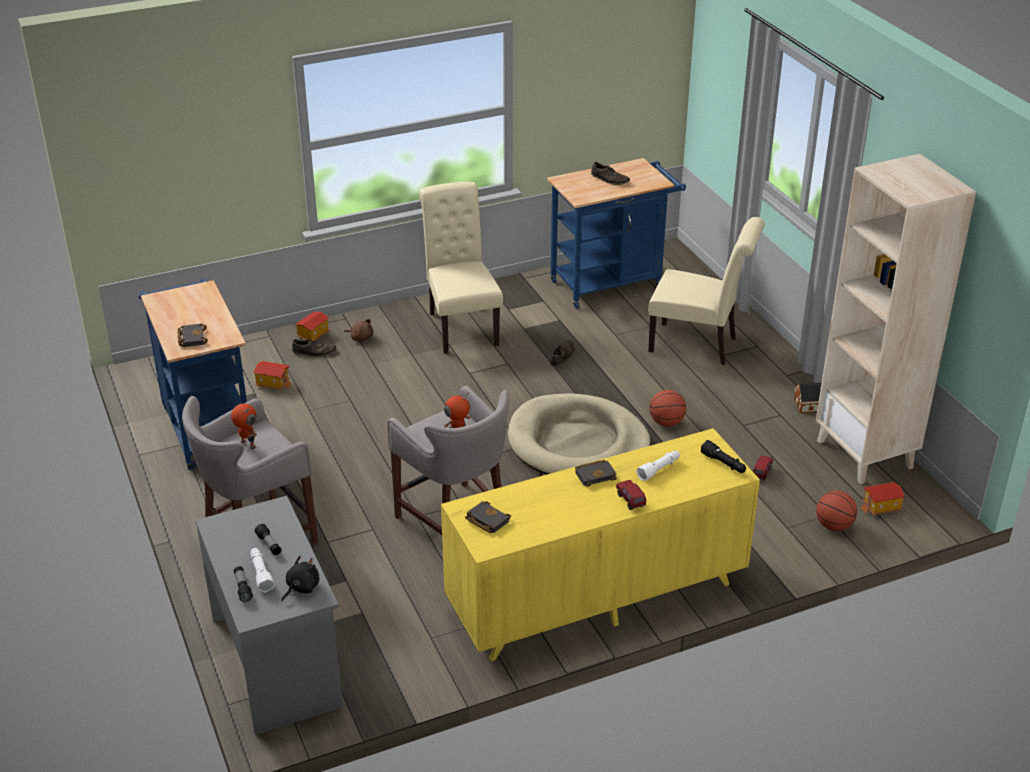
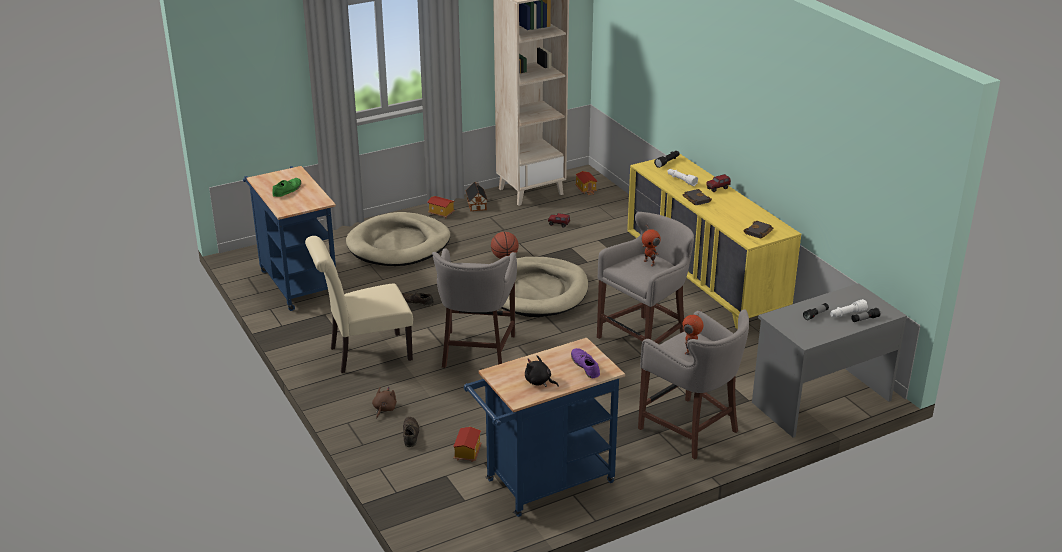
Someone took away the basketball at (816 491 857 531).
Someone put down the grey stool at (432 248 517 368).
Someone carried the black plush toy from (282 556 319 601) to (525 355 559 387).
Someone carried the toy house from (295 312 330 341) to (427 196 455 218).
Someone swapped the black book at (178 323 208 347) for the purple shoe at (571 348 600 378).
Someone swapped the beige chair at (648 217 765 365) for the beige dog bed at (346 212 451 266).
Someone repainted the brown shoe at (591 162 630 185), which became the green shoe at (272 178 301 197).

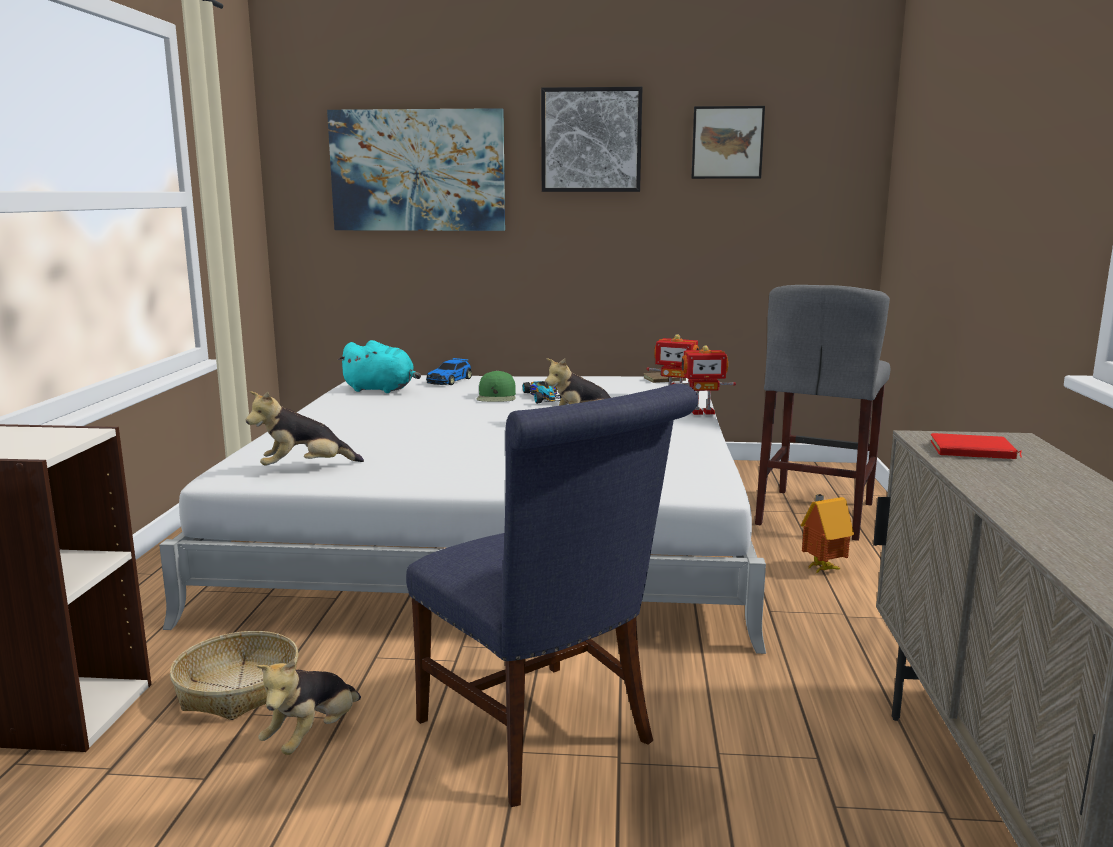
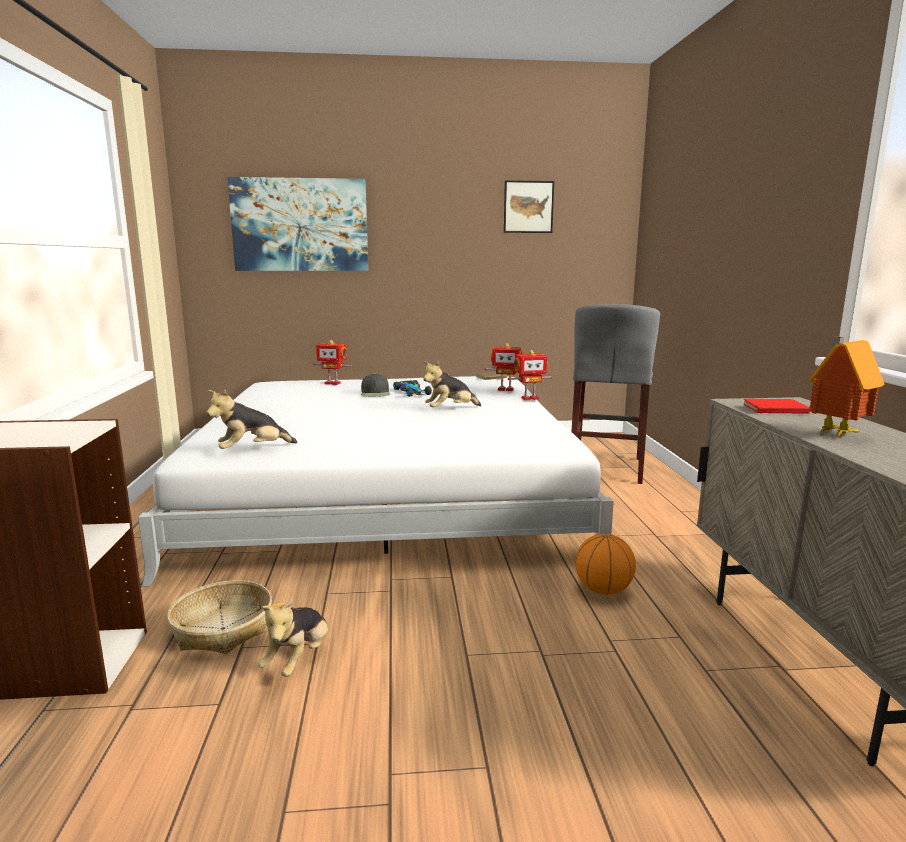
Someone took away the turquoise plush toy at (338 340 421 393).
Someone took away the blue chair at (406 384 698 807).
Someone took away the picture at (541 87 642 192).
Someone put down the basketball at (575 534 636 595).
Someone carried the toy house from (800 494 854 573) to (809 337 884 438).
Someone swapped the toy car at (426 358 472 385) for the toy robot at (313 340 352 385).
Someone repainted the green cap at (477 370 516 402), which became the black cap at (361 373 390 397).

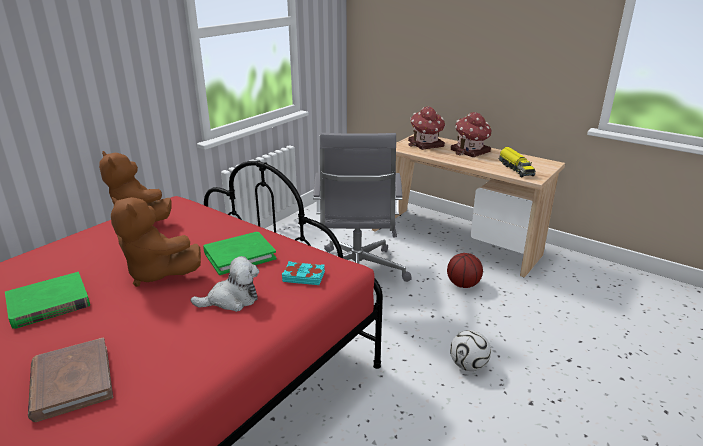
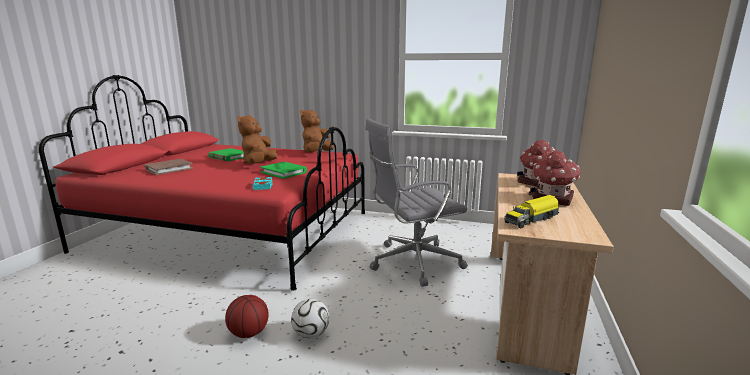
Someone took away the plush toy at (191 256 259 312).
Someone carried the basketball from (447 253 483 288) to (225 295 269 338).

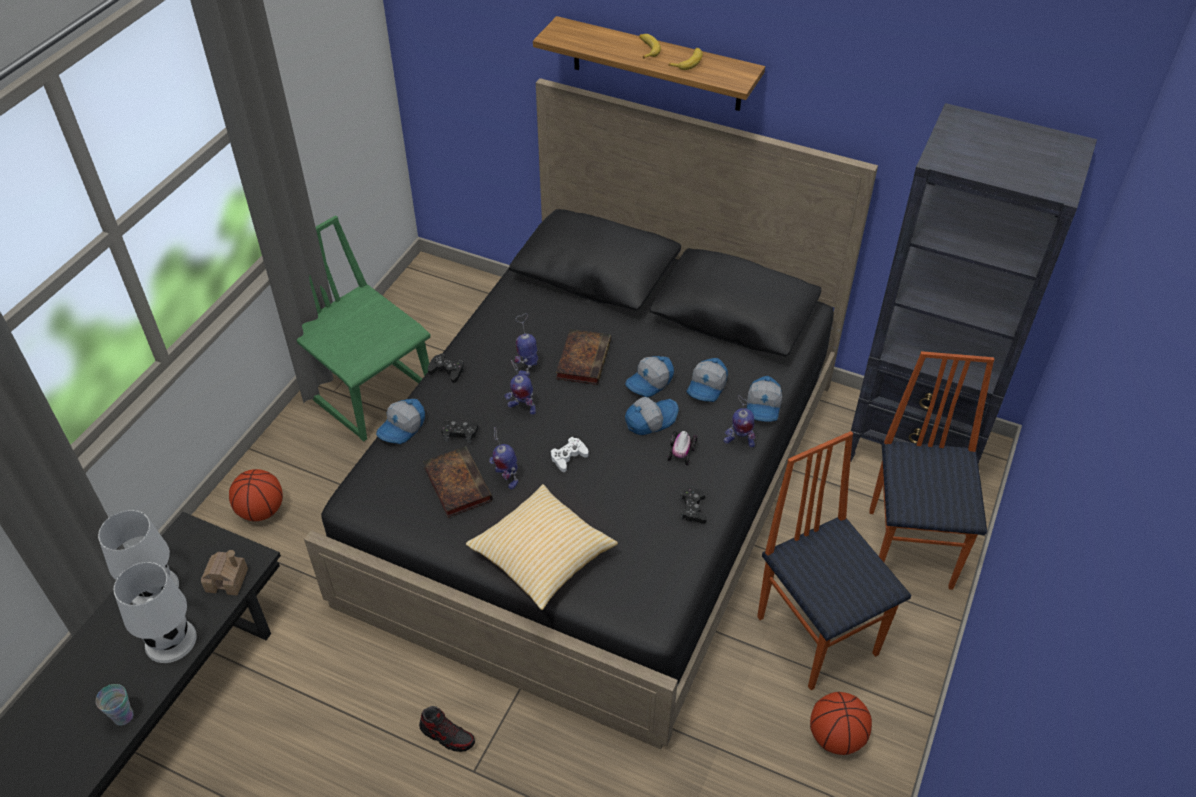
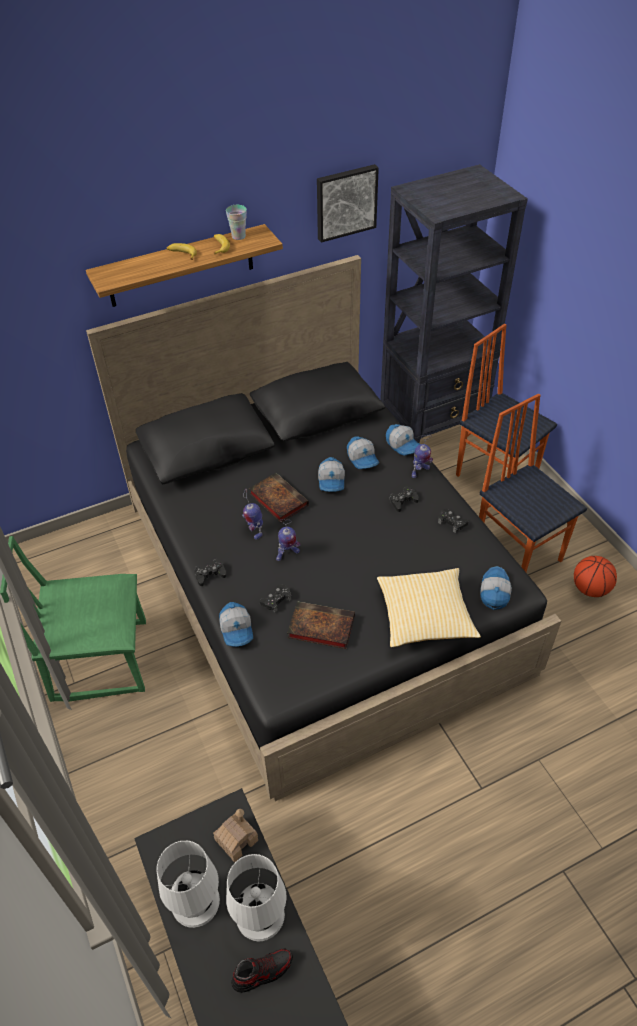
Someone took away the basketball at (229 469 283 521).
Someone took away the toy robot at (489 427 518 490).
Someone took away the white game controller at (551 437 589 472).
Someone put up the picture at (317 164 379 243).
Someone carried the cup from (96 684 134 726) to (226 205 247 240).
Someone carried the shoe from (419 706 475 752) to (231 948 293 993).
Someone carried the cap from (625 397 679 435) to (480 566 512 610).
Someone swapped the toy car at (667 431 697 465) for the black game controller at (390 486 419 512).
Someone rotated the chair at (757 431 911 690) by 45 degrees clockwise.

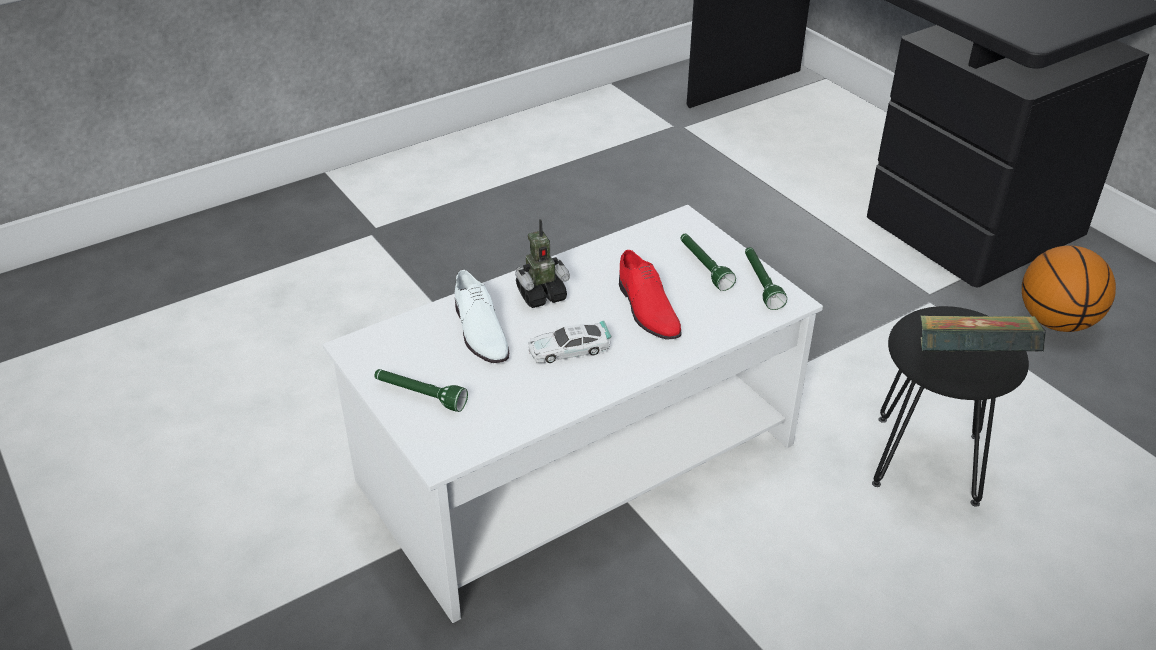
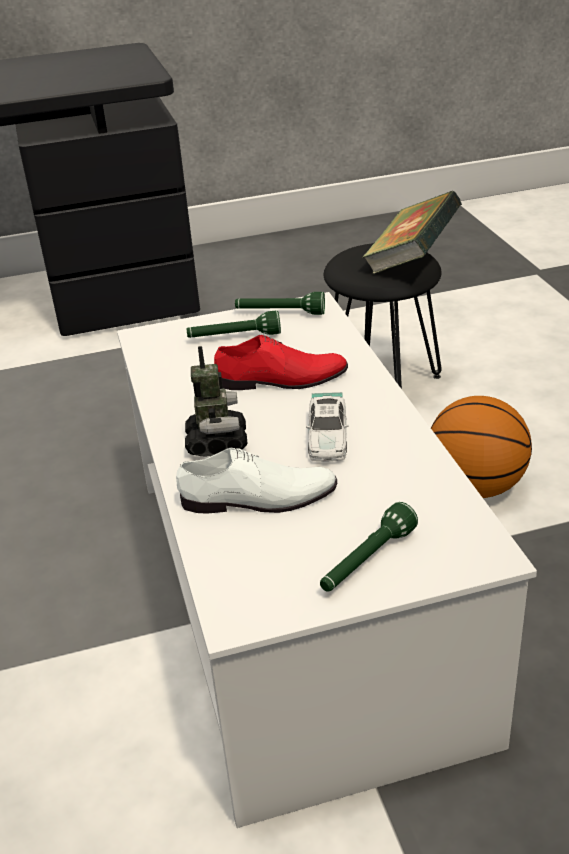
Someone carried the basketball from (1022 245 1116 332) to (431 396 532 498).

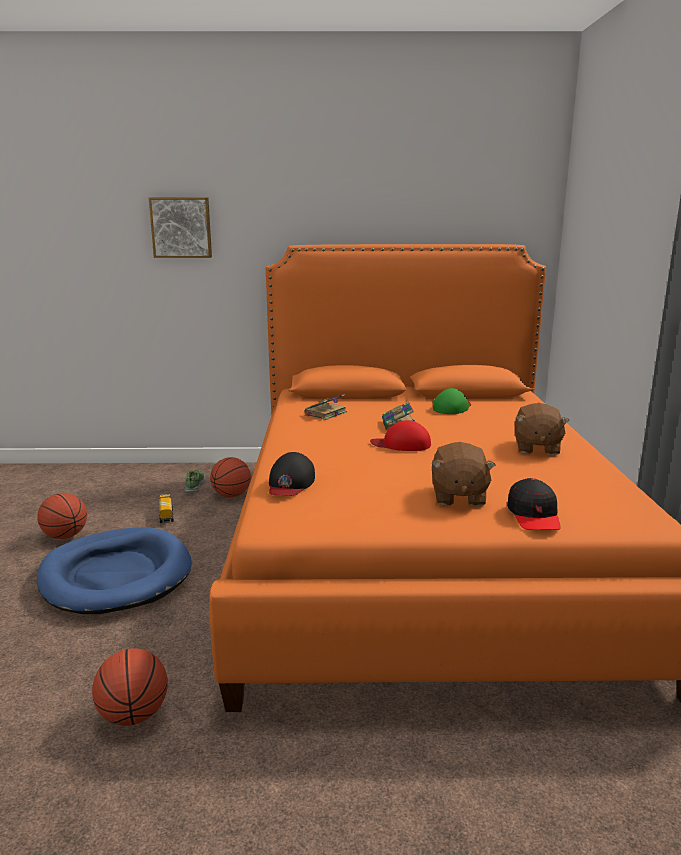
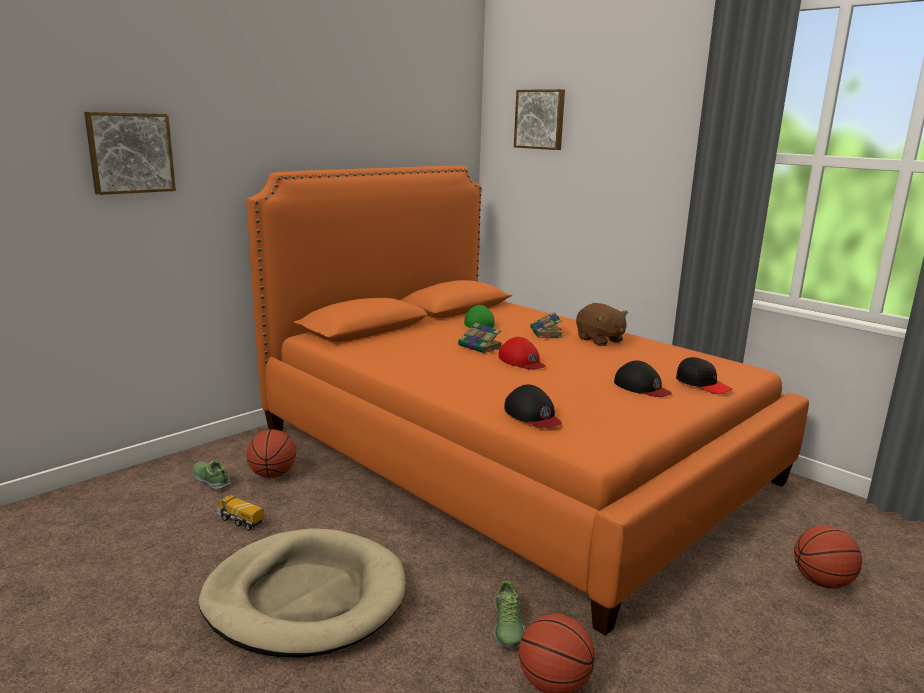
Someone put down the shoe at (494 577 525 648).
Someone put up the picture at (514 89 565 150).
Someone carried the basketball from (37 493 87 539) to (794 525 862 589).
Someone carried the book from (304 394 347 420) to (530 312 563 338).
Someone swapped the brown plush toy at (431 442 496 507) for the black cap at (614 361 672 397).
Someone repainted the blue dog bed at (37 527 192 614), which became the beige dog bed at (198 528 405 657).
Someone rotated the red cap at (370 420 431 451) by 90 degrees counterclockwise.

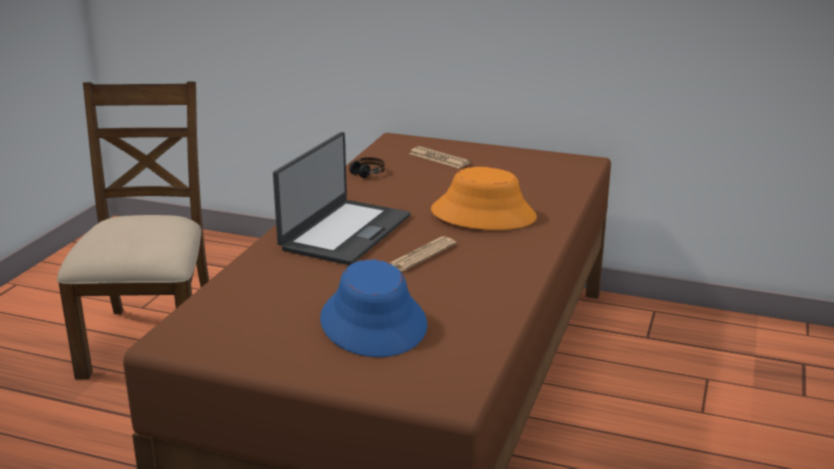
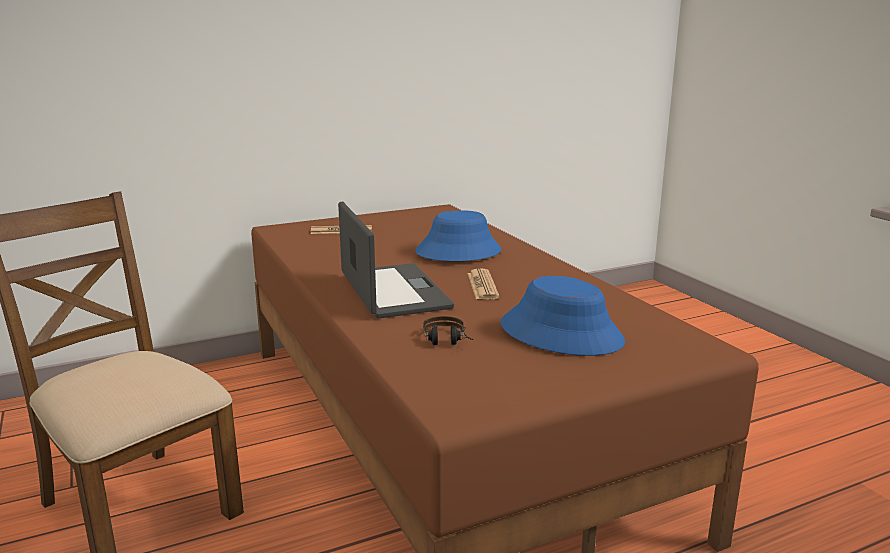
Someone carried the headphones from (349 157 385 178) to (423 316 473 345).
Someone repainted the orange hat at (431 167 537 230), which became the blue hat at (415 210 501 261).

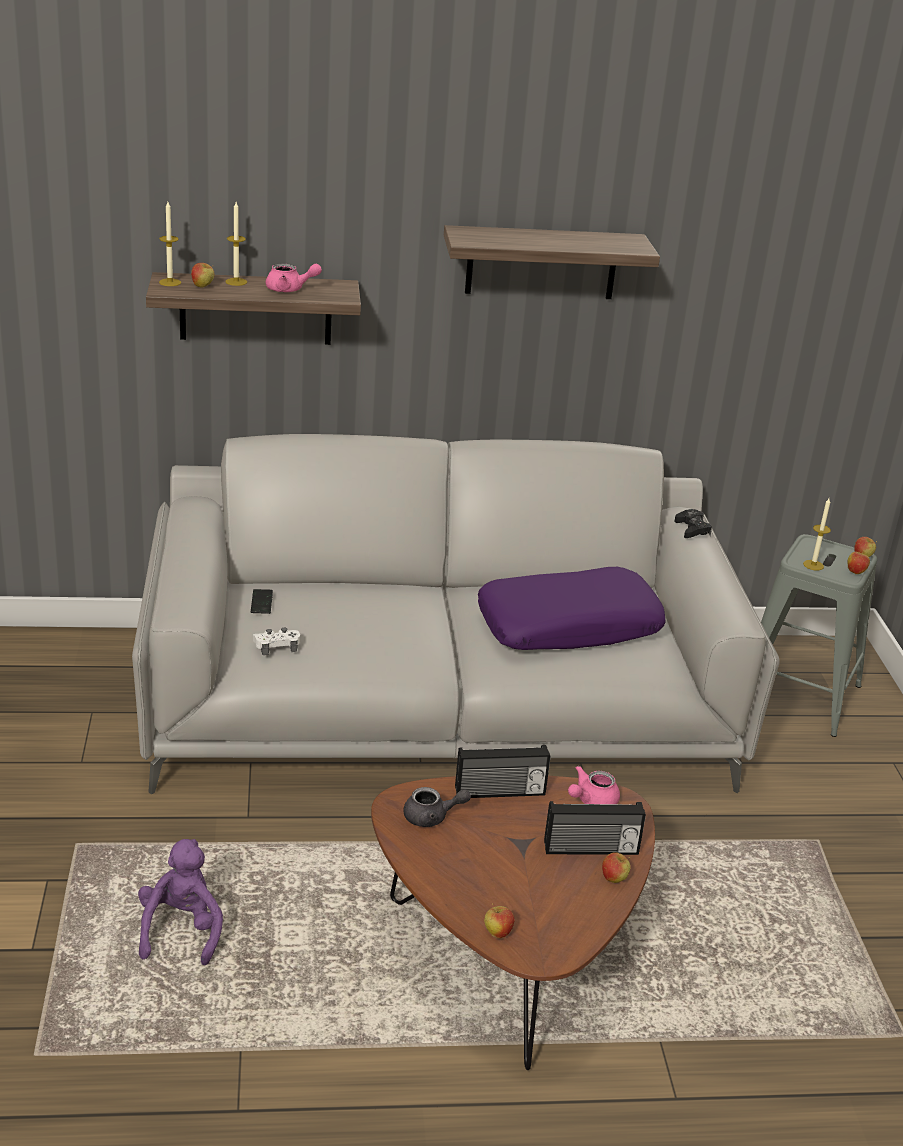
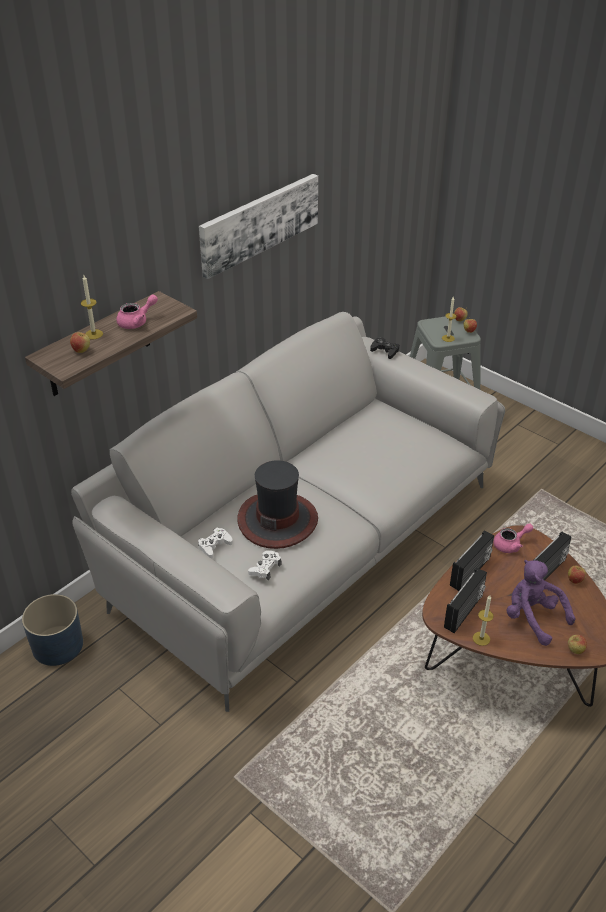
Someone took away the purple pillow at (478 567 666 650).
Someone put down the blue planter at (22 594 83 666).
Someone put down the hat at (237 460 318 549).
Someone carried the purple plush toy from (138 839 223 965) to (507 560 575 646).
Someone carried the candle from (159 202 181 286) to (473 595 494 646).
Someone swapped the phone at (251 589 273 614) for the white game controller at (198 527 233 559).
Someone swapped the grey teapot at (403 787 471 827) for the radio at (444 568 487 633).
Someone swapped the shelf at (444 225 660 299) for the picture at (199 174 318 279).
Someone rotated the pink teapot at (568 766 620 804) by 120 degrees counterclockwise.

